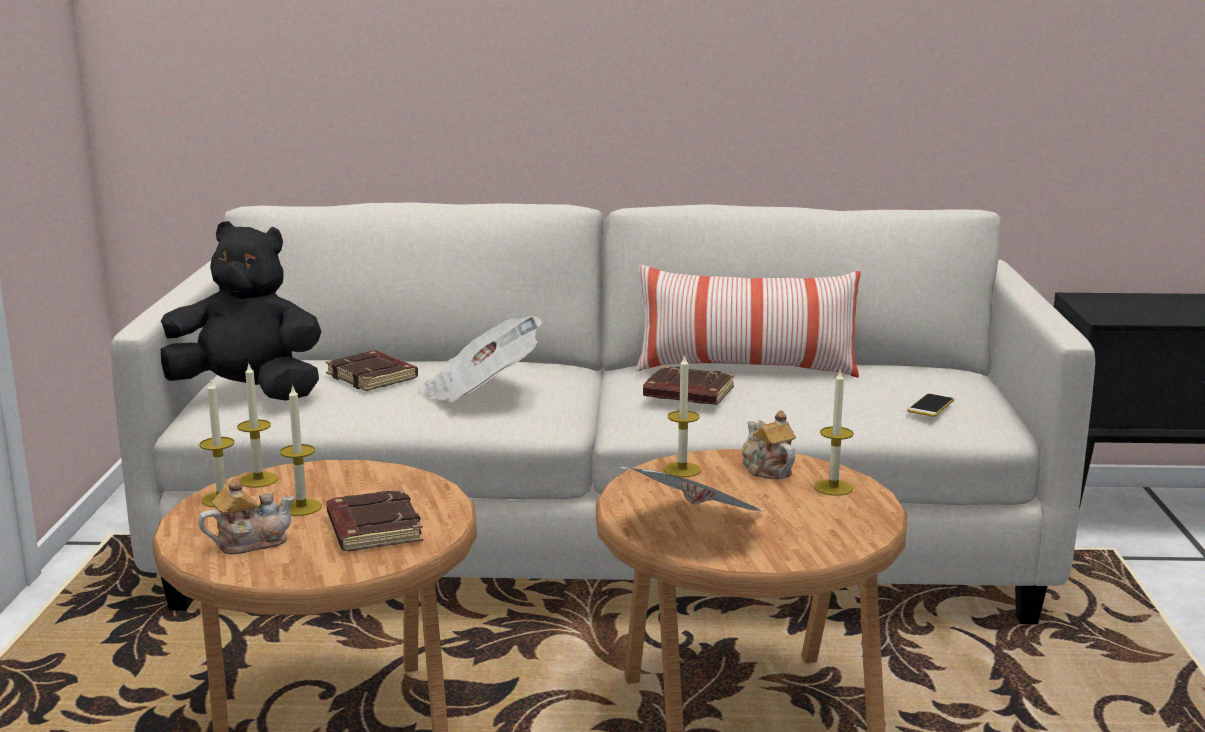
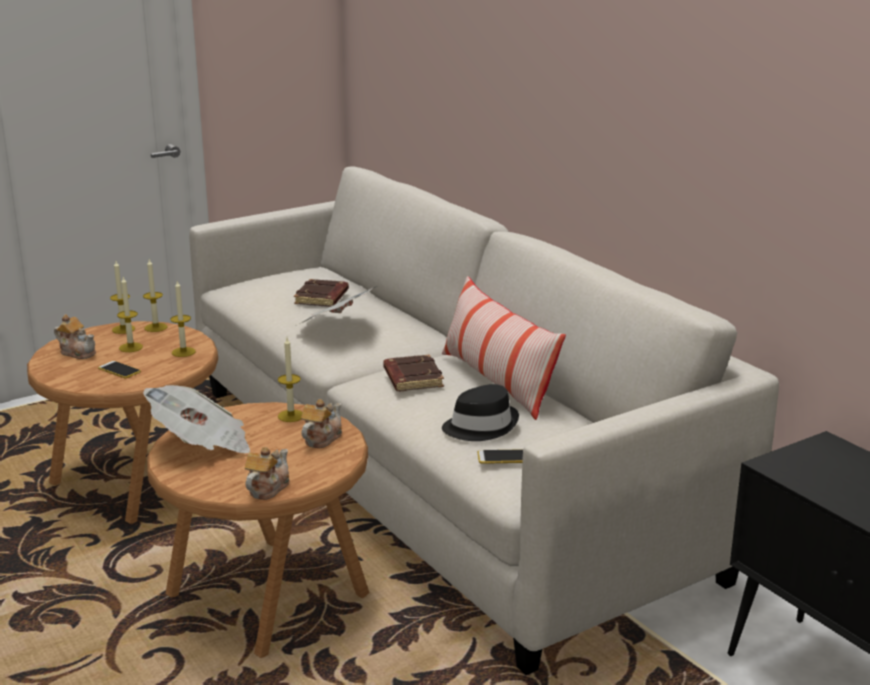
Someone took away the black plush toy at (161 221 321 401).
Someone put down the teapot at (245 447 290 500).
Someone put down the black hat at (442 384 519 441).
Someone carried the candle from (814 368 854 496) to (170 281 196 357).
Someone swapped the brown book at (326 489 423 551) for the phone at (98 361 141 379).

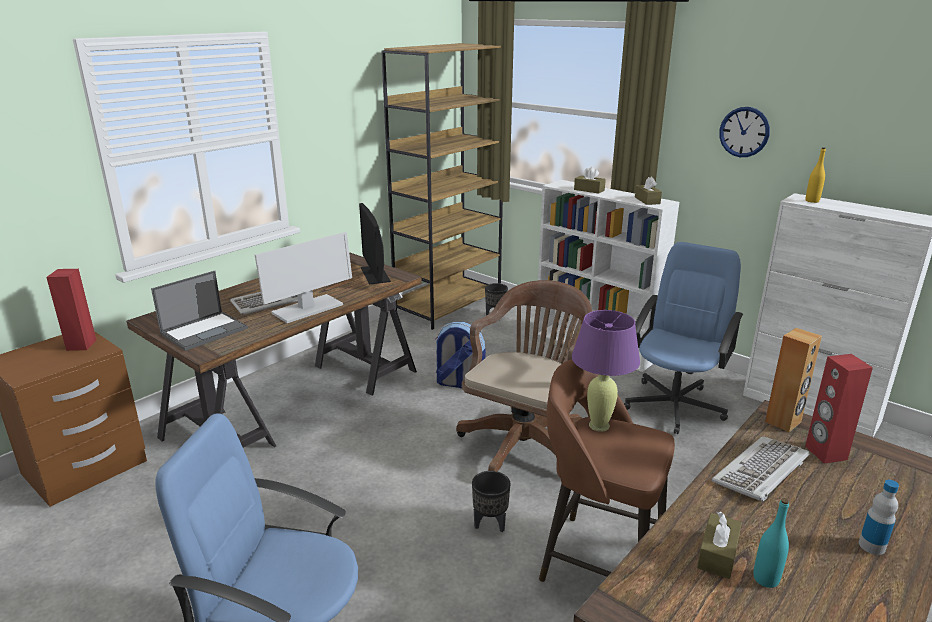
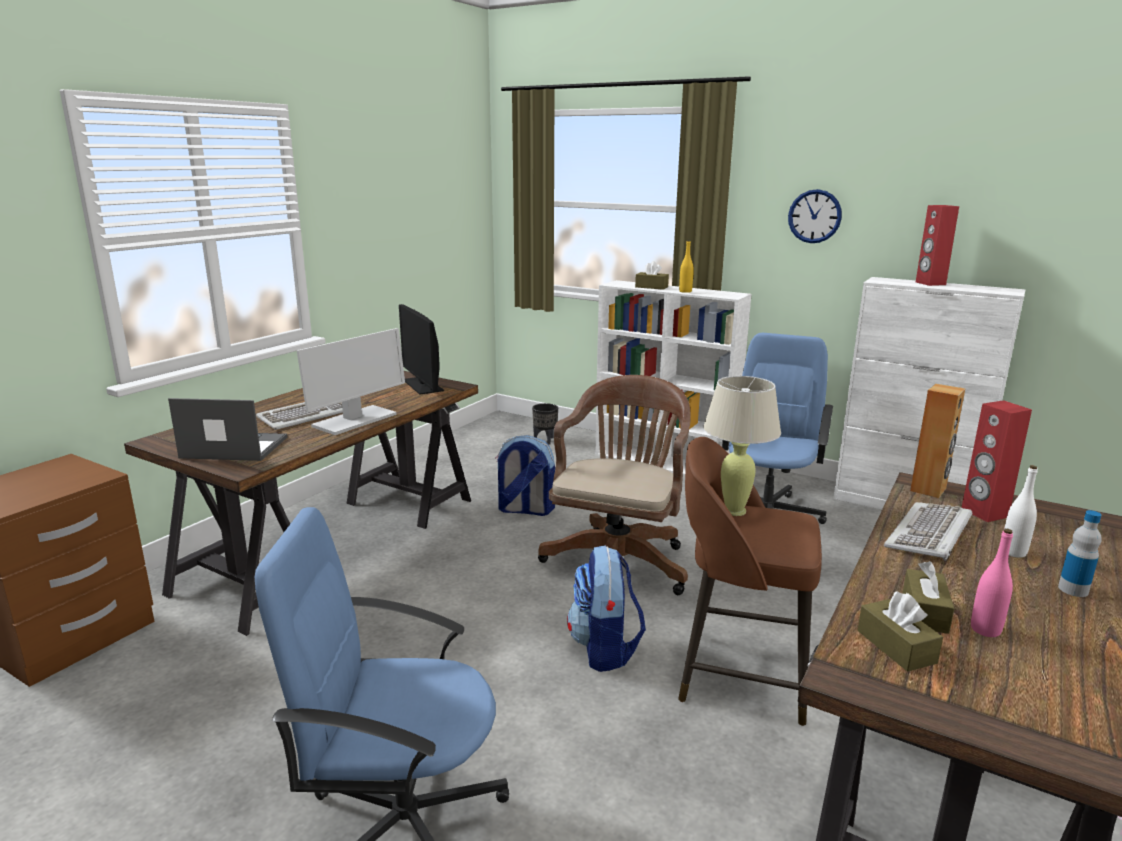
Someone took away the brown bookcase at (381 43 503 330).
Someone put down the white bottle at (1004 465 1038 558).
Someone carried the red speaker from (46 269 96 351) to (916 205 959 286).
Someone carried the brown tissue box from (635 176 662 205) to (857 591 943 672).
Someone carried the yellow bottle from (806 147 826 203) to (679 240 694 293).
Someone swapped the black planter at (472 471 510 532) for the backpack at (567 545 646 672).
Someone repainted the purple table lamp at (572 310 640 432), which became the beige table lamp at (703 376 781 516).
Someone repainted the turquoise bottle at (753 498 789 588), which became the pink bottle at (971 529 1013 637).
Someone rotated the laptop at (151 271 248 351) by 120 degrees counterclockwise.

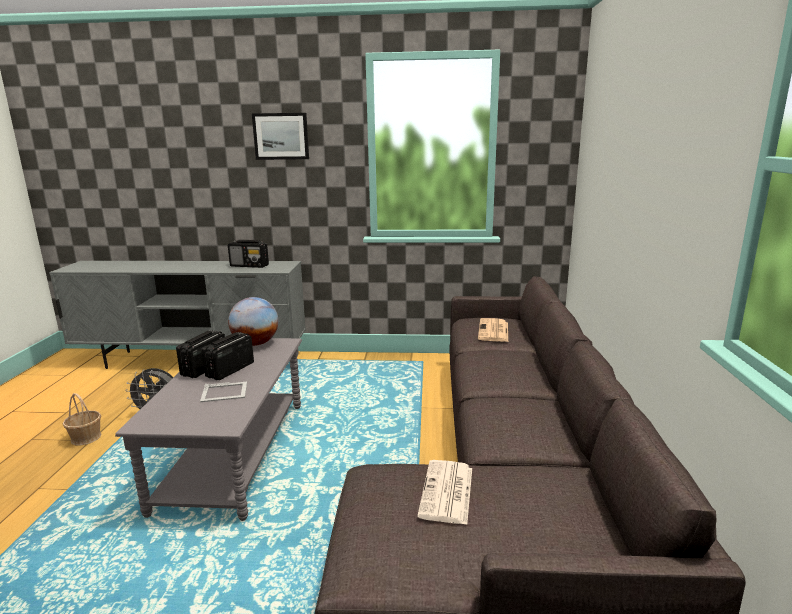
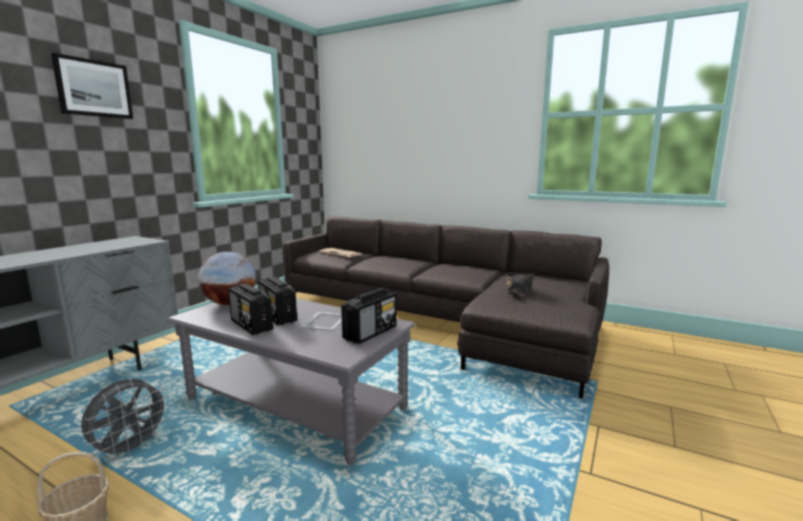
Someone carried the radio from (228 240 269 268) to (341 288 397 344).
Someone swapped the newspaper at (417 460 472 525) for the black hat at (507 273 533 296).

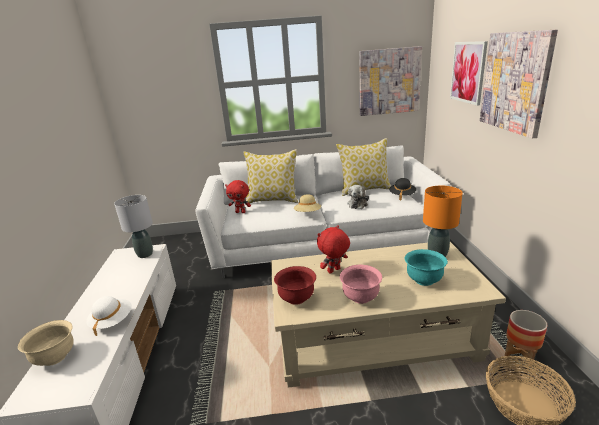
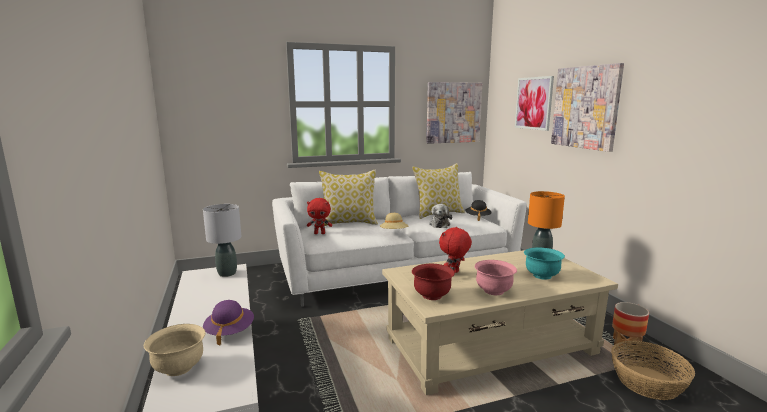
Someone repainted the white hat at (86 296 132 336), which became the purple hat at (203 300 254 346).

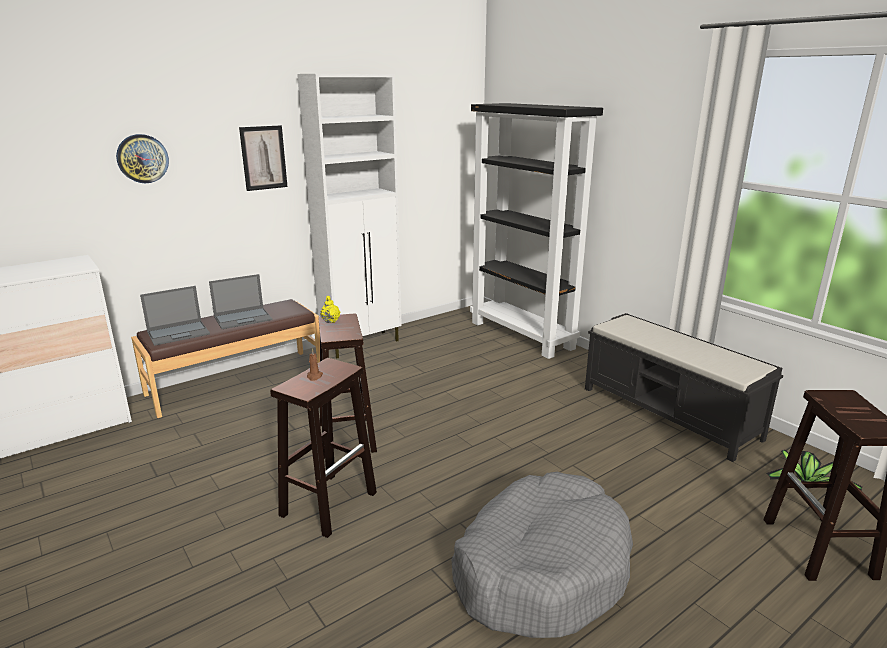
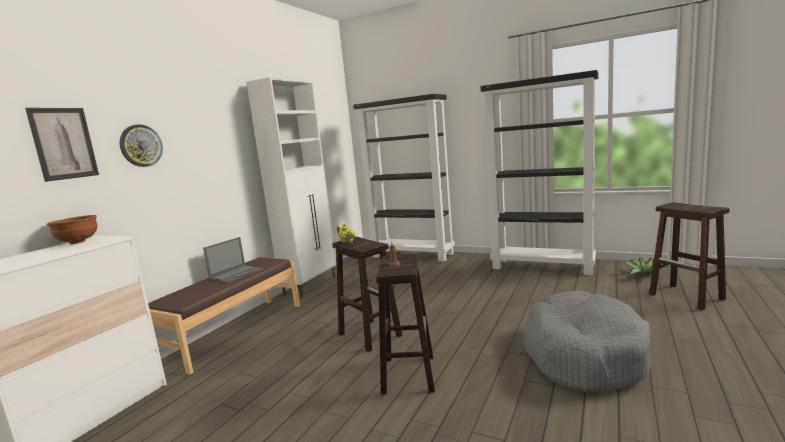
Someone took away the laptop at (140 286 210 346).
Someone put down the brown bowl at (47 215 98 244).
Someone carried the picture from (239 125 287 191) to (25 108 99 182).
Someone swapped the black bench at (585 313 783 462) for the black bookcase at (480 70 599 275).

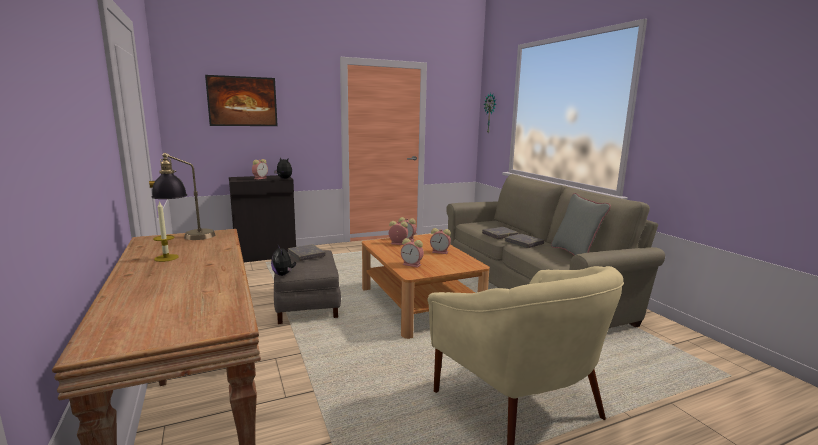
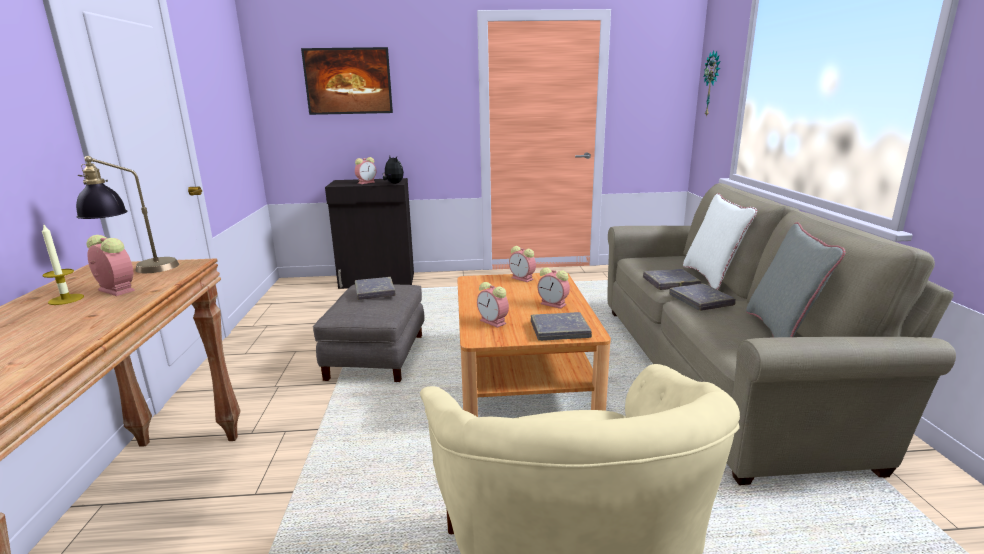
Someone took away the plush toy at (271 245 296 276).
Someone put down the grey book at (531 312 592 341).
Someone put down the white pillow at (683 193 757 290).
Someone carried the alarm clock from (389 221 408 245) to (86 235 135 296).

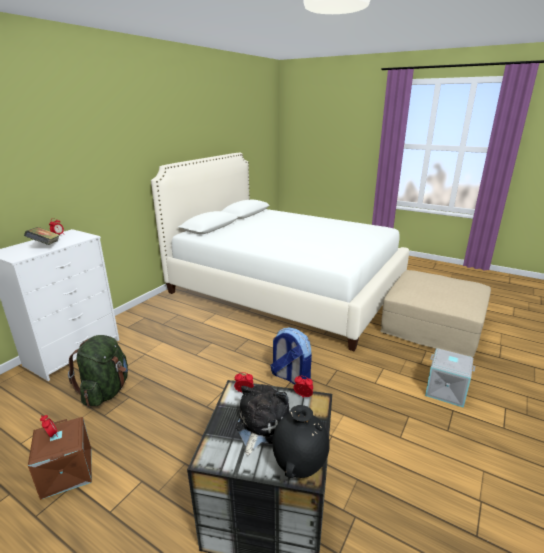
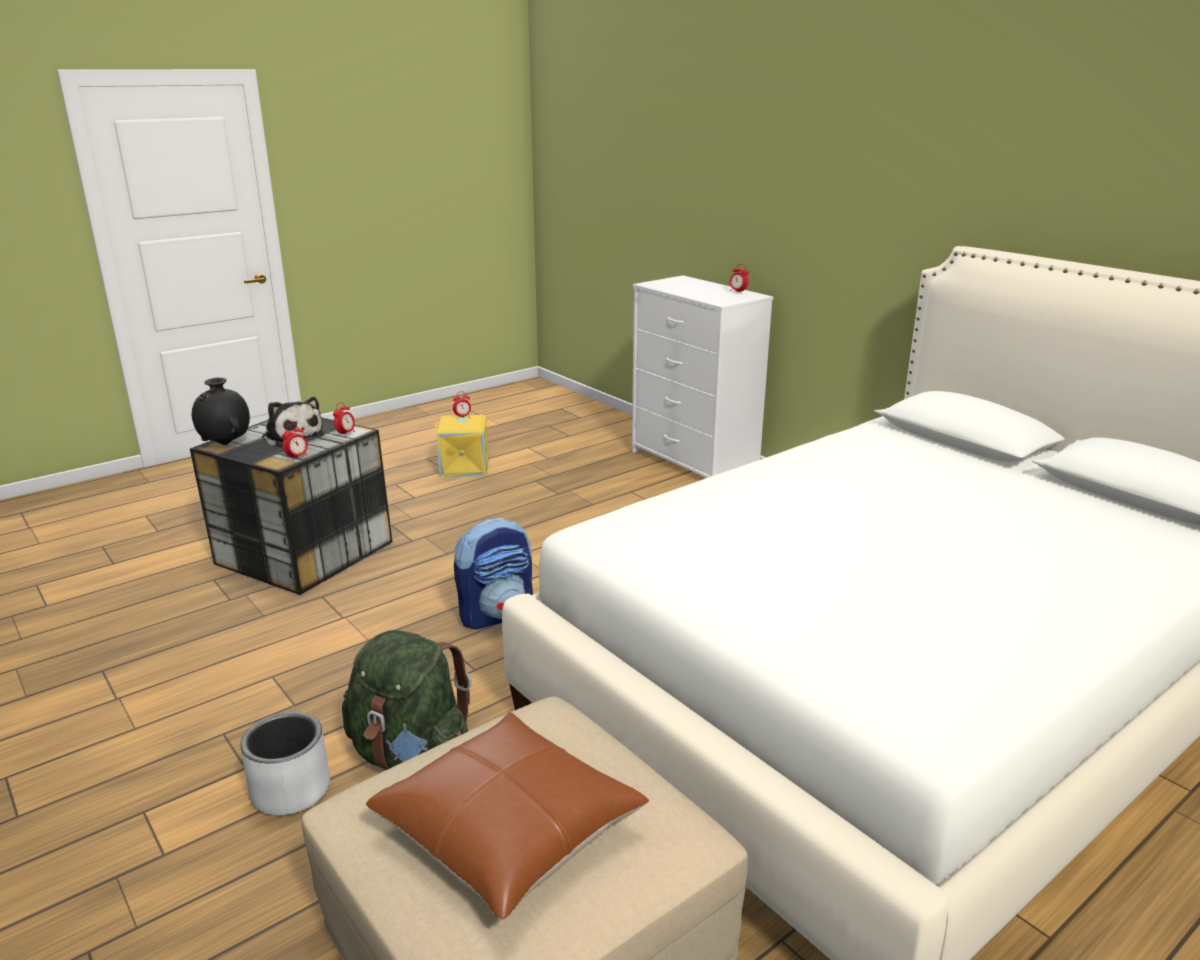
Someone took away the book at (24 227 60 245).
Someone put down the brown pillow at (366 712 649 920).
Someone carried the green backpack from (68 335 128 407) to (342 630 471 770).
Someone swapped the grey storage box at (425 348 475 408) for the grey planter at (240 712 330 815).
Someone repainted the brown storage box at (28 417 92 500), which became the yellow storage box at (435 415 489 477).

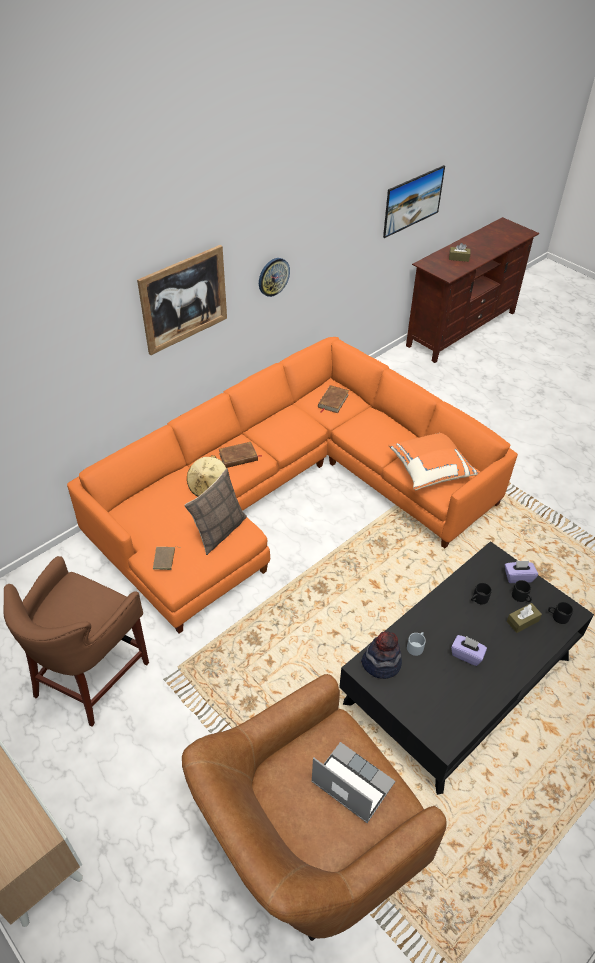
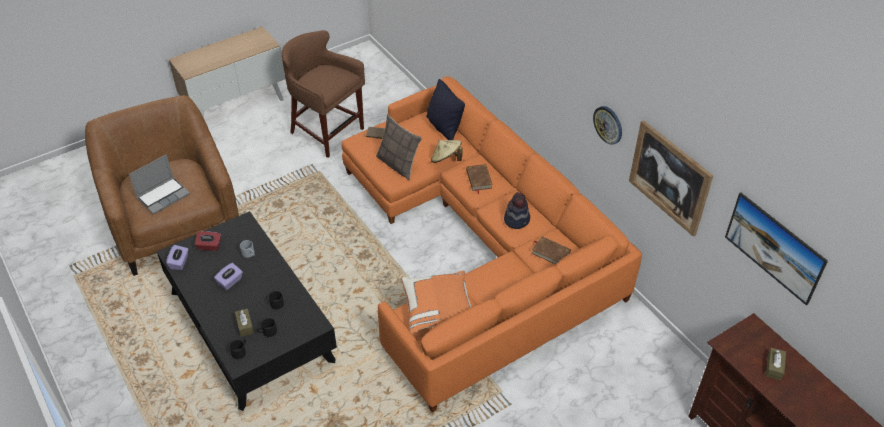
Someone put down the red tissue box at (195 231 221 251).
Someone put down the black pillow at (426 79 465 140).
Someone carried the picture from (137 245 227 355) to (629 120 713 237).
Someone carried the hat from (361 631 402 679) to (504 192 530 229).
Someone carried the purple tissue box from (505 560 538 583) to (166 245 188 270).

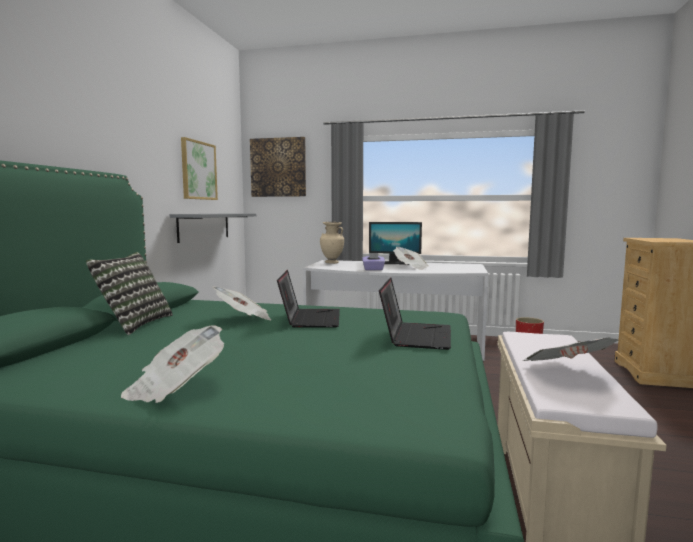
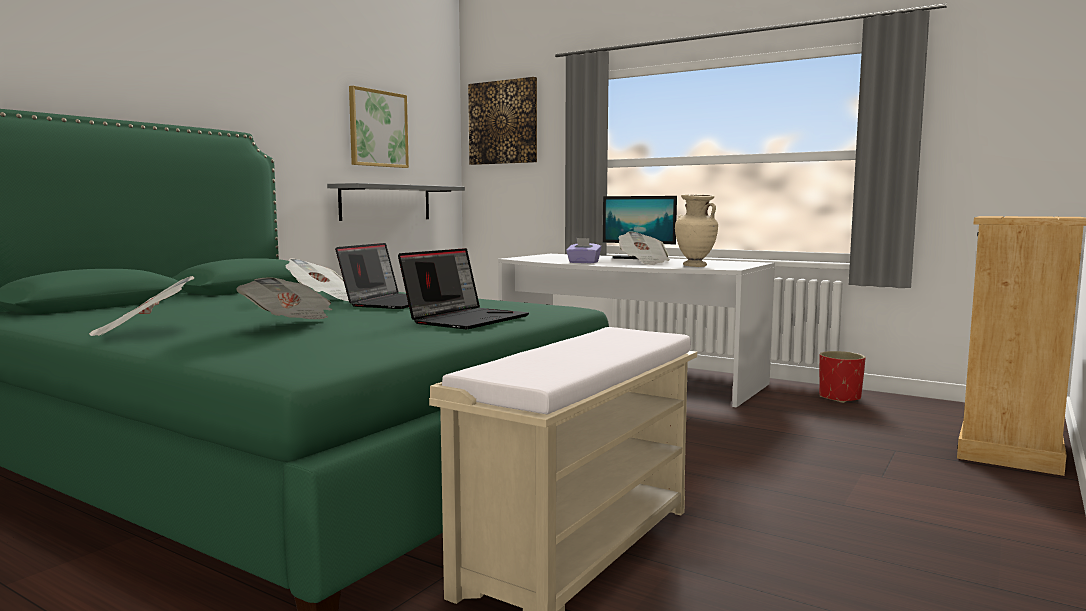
Someone took away the pillow at (86 252 173 335).
Someone carried the beige vase from (320 222 344 264) to (675 195 718 267).
Someone carried the newspaper from (523 337 619 361) to (236 277 332 319).

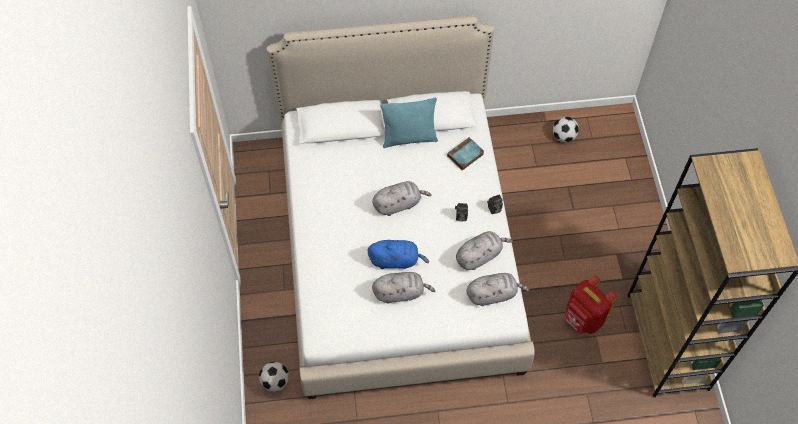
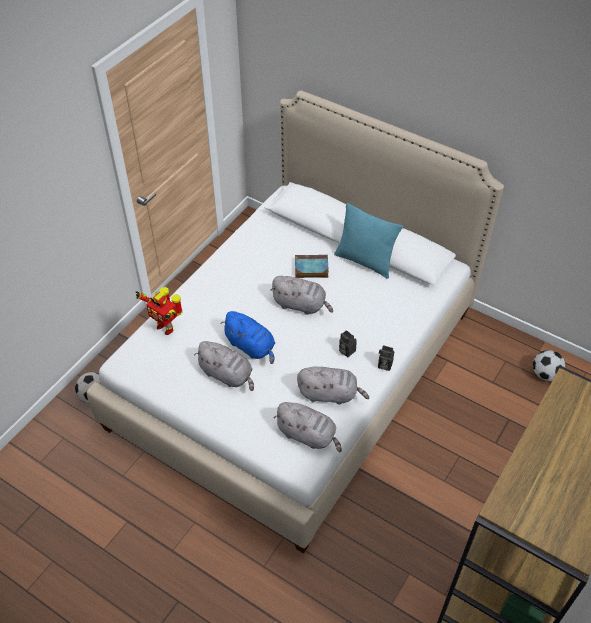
Someone took away the red backpack at (564 276 617 334).
Someone put down the toy robot at (136 287 183 335).
Someone carried the book from (447 137 484 171) to (295 255 329 278).

